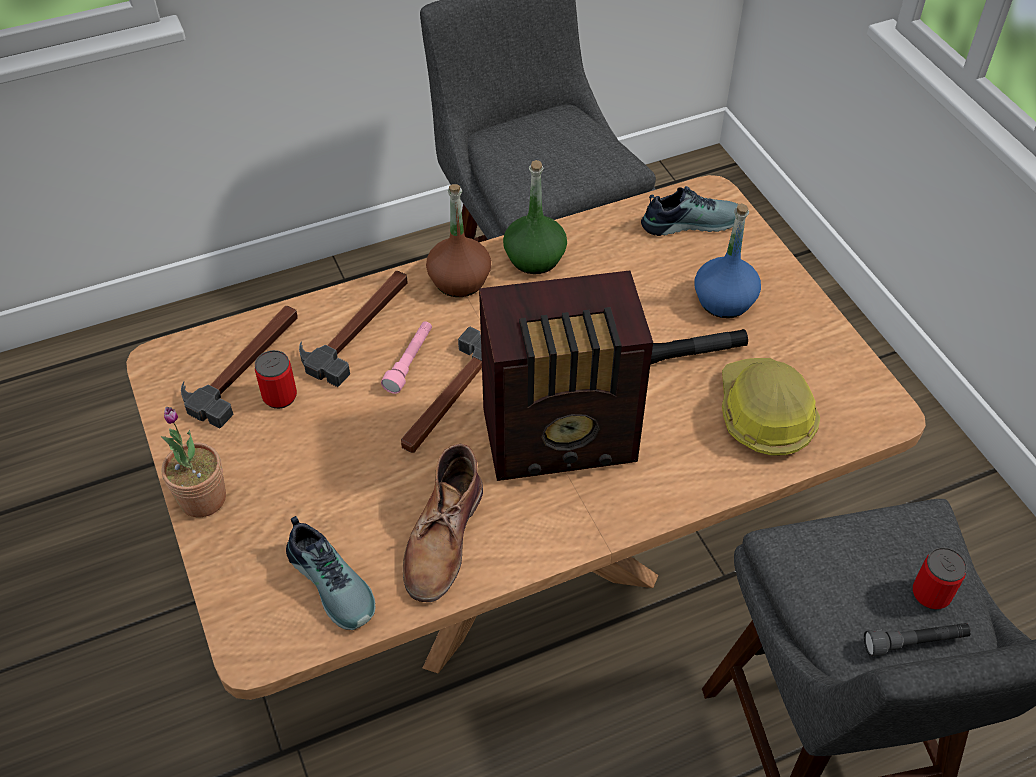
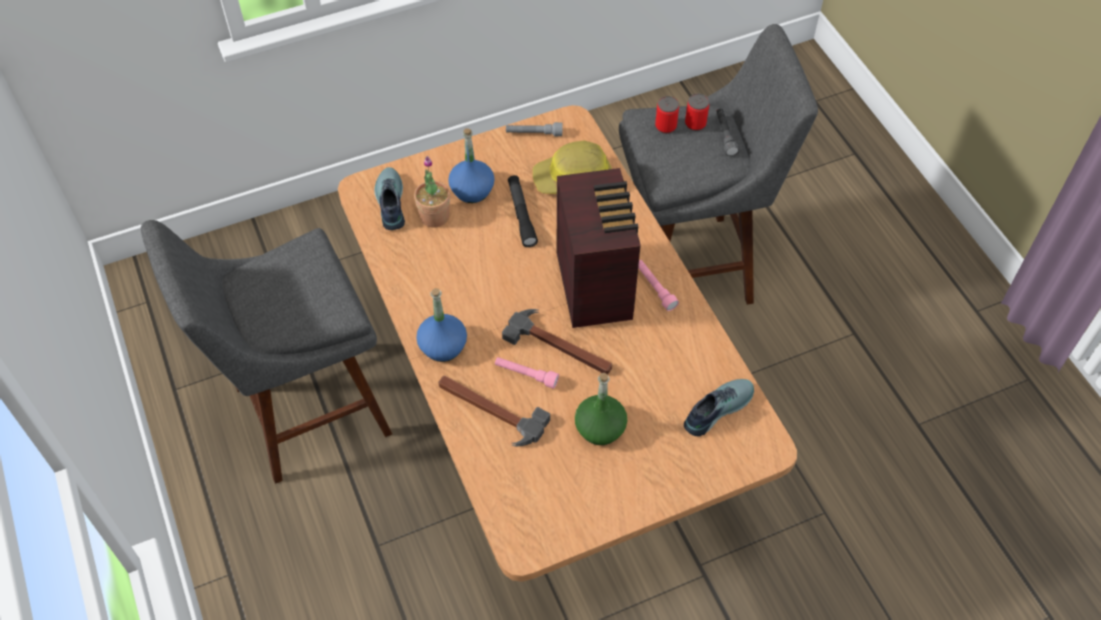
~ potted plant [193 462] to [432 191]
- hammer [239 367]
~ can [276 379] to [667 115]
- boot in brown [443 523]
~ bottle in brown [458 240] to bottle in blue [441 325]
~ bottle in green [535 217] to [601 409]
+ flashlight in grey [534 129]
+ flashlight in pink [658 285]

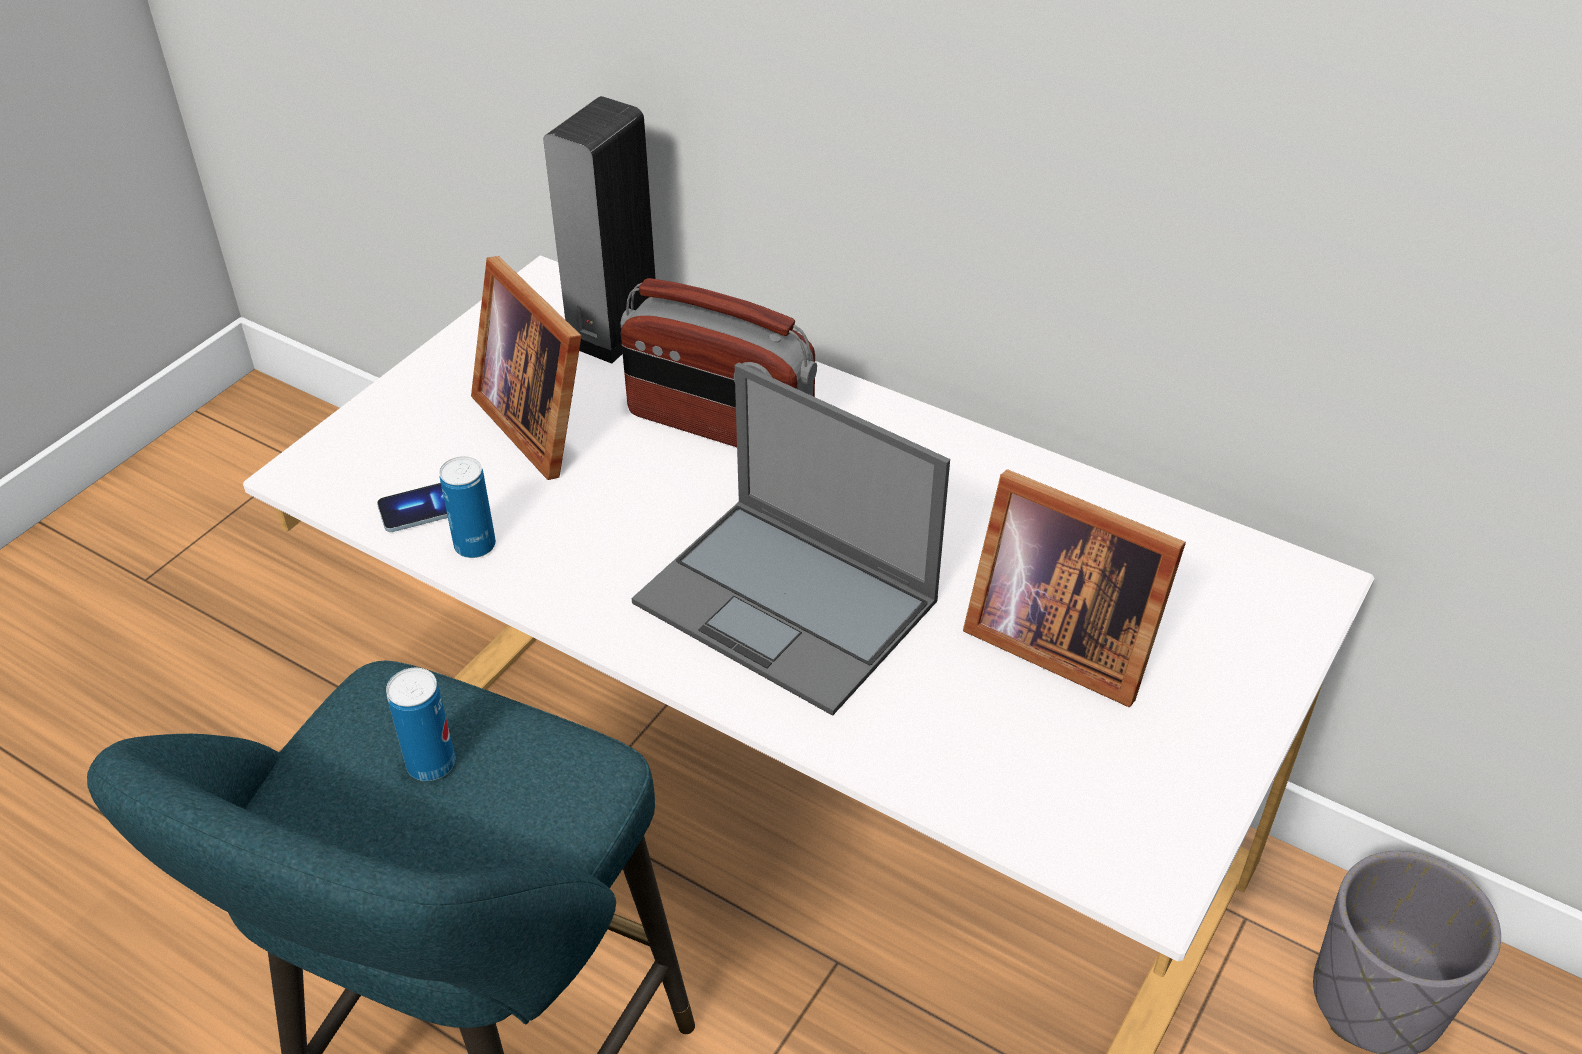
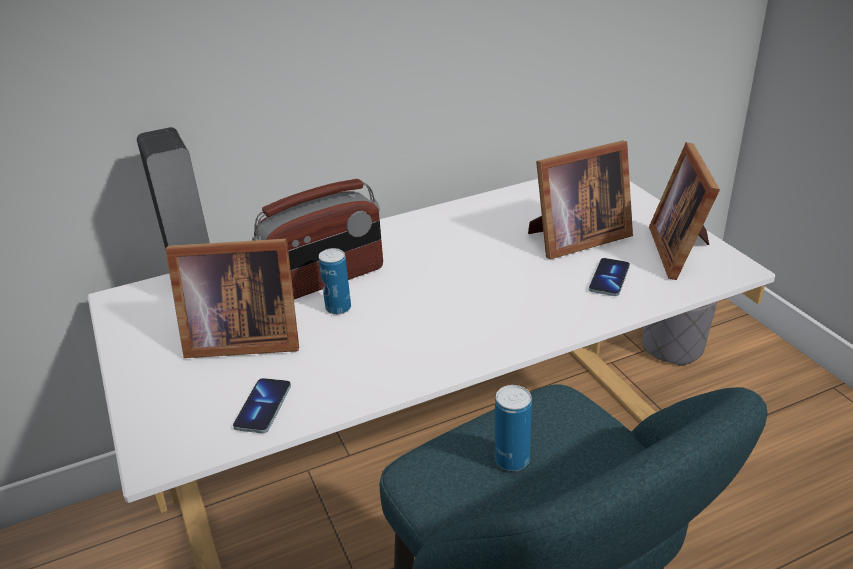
~ can [467 507] to [335 281]
- laptop [791 539]
+ phone [609 277]
+ picture frame [684 211]

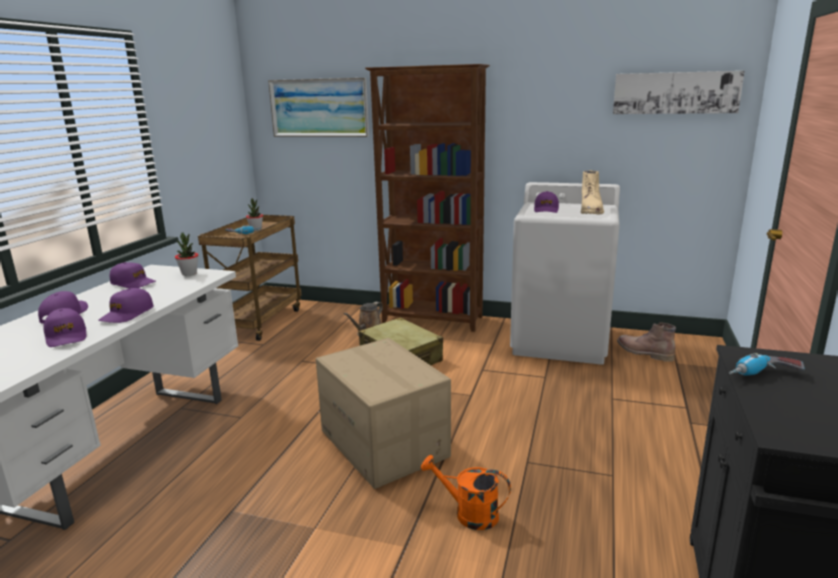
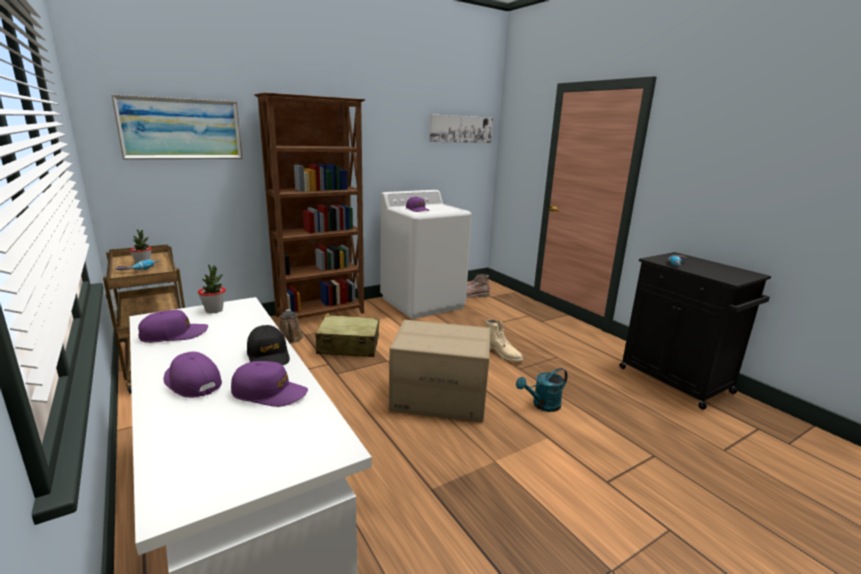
~ cap in purple [125 305] to cap in black [268 345]
~ watering can in orange [466 492] to watering can in turquoise [542 390]
~ boot in beige [592 192] to [505 340]

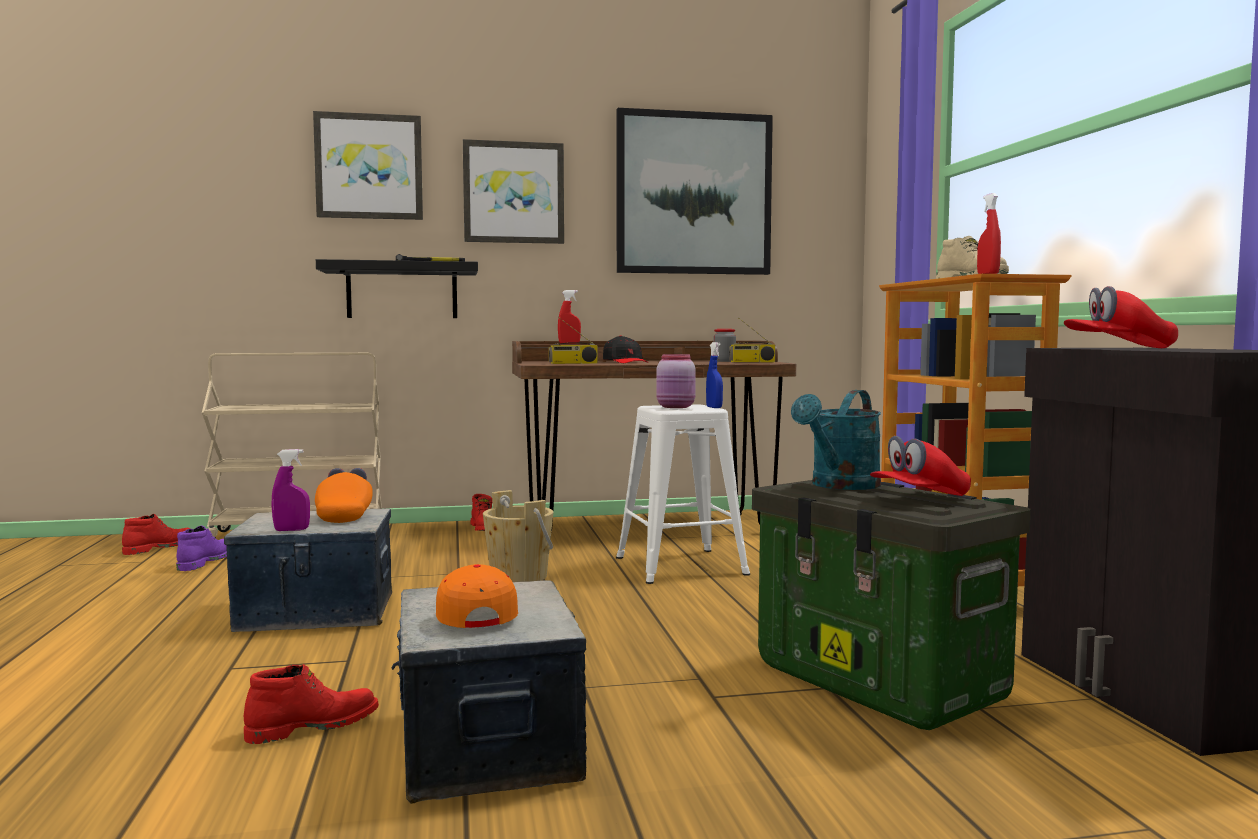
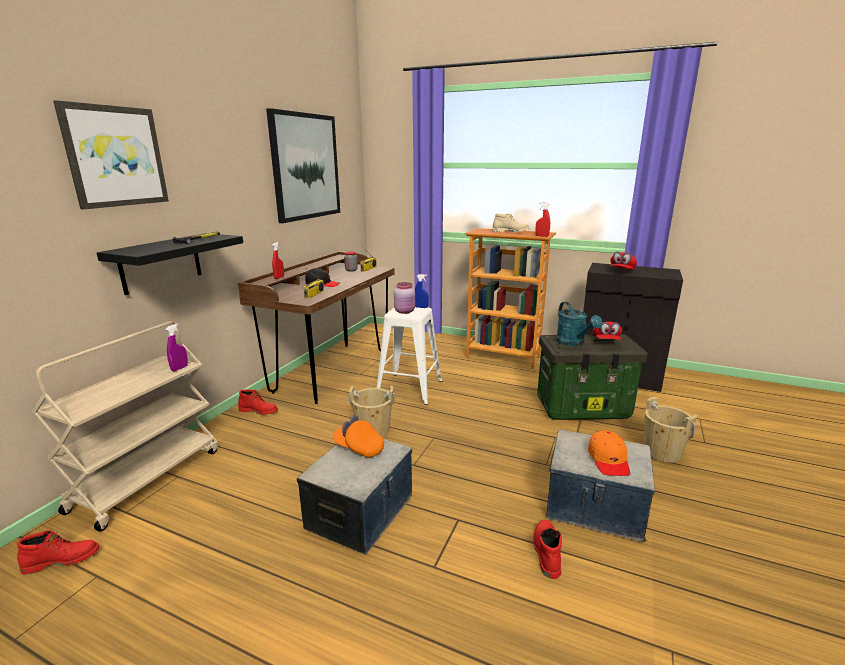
~ boot in red [156 534] = [58 552] 90 degrees clockwise
- boot in purple [201 548]
~ spray bottle in purple [291 490] to [176 347]
~ cap in orange [477 596] = [609 453] 105 degrees counterclockwise
- picture [513 191]
+ bucket in beige [671 429]

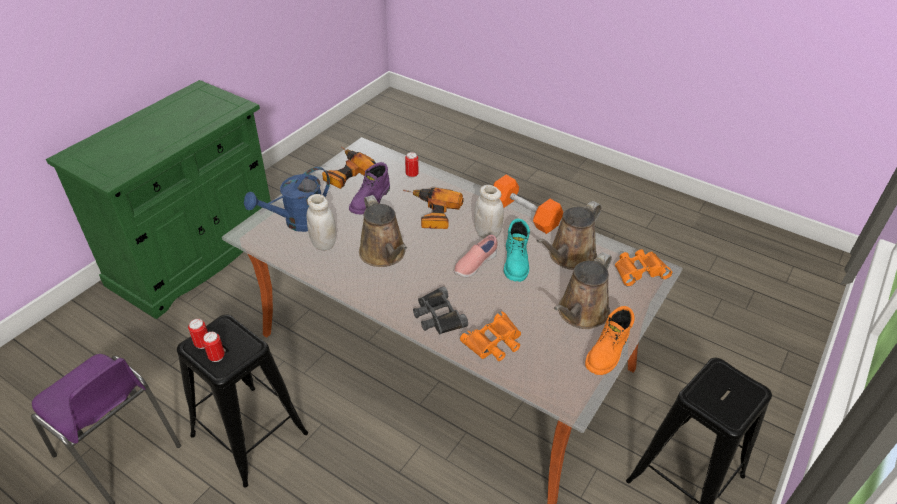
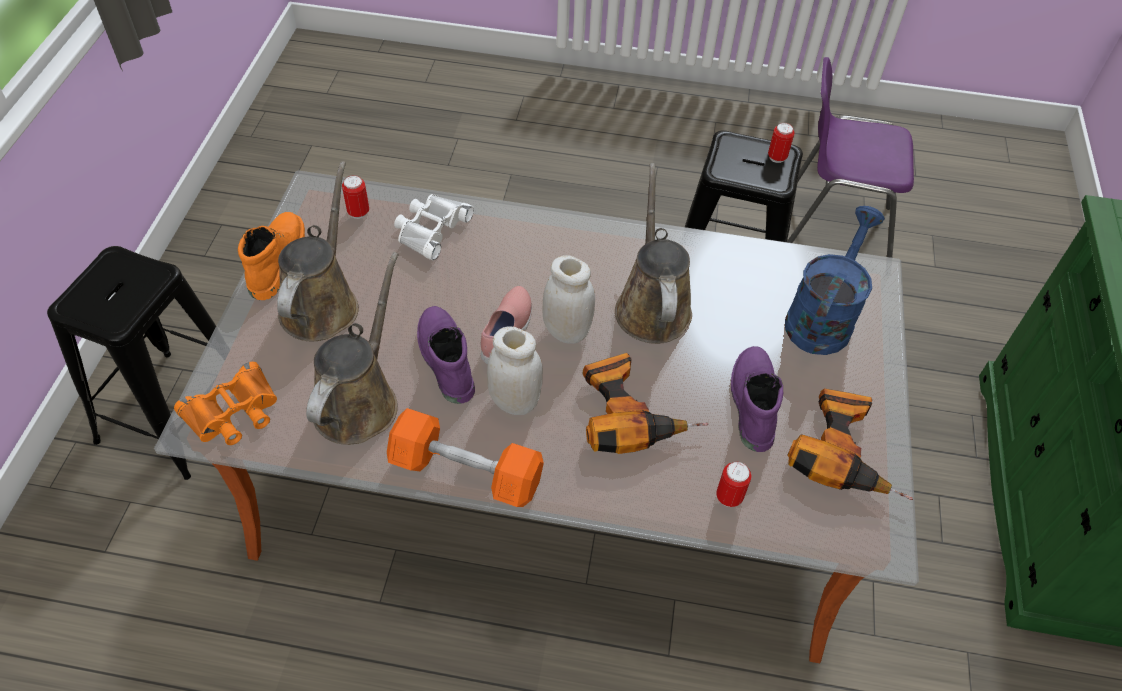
~ can [213 347] to [355 197]
~ jar in white [321 222] to [569 299]
~ watering can in brown [383 231] = [653 253] 45 degrees clockwise
- binoculars in black [440 310]
~ binoculars in orange [490 336] to binoculars in white [434 227]
~ boot in turquoise [517 250] to boot in purple [446 355]

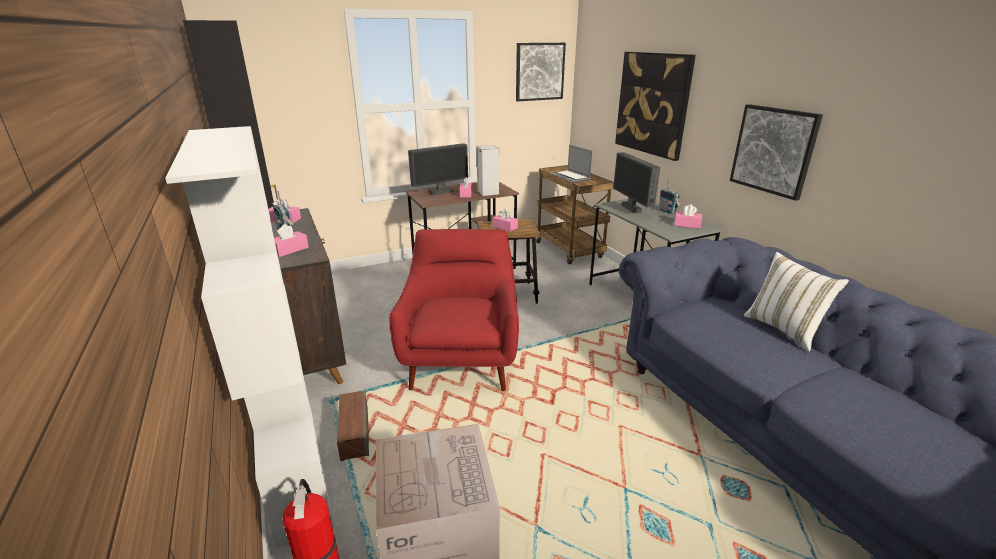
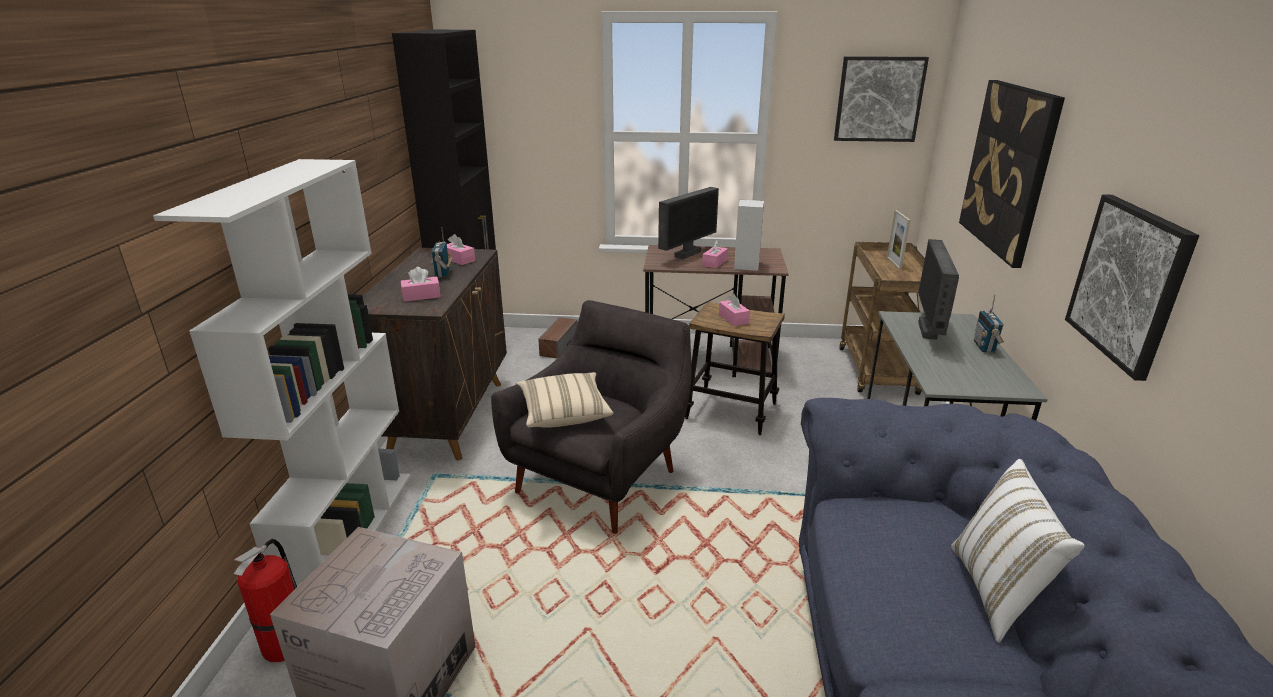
~ speaker [353 425] to [558 337]
~ armchair in red [454 310] to armchair in grey [591 417]
~ monitor [438 169] = [688 223] 45 degrees counterclockwise
~ laptop [572 164] to picture frame [898 240]
- tissue box in pink [688 216]
+ pillow in beige [565 400]

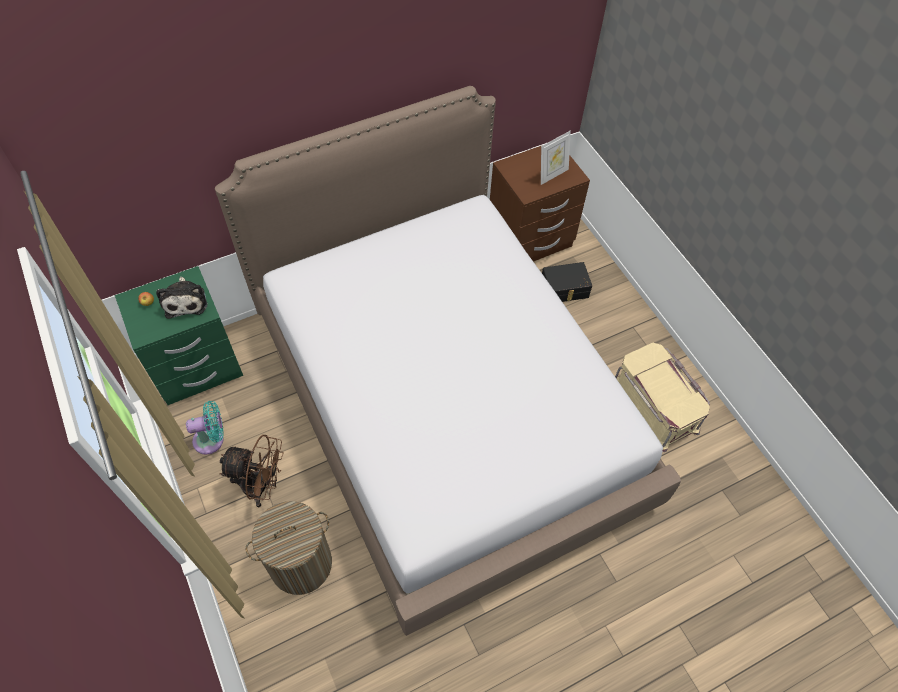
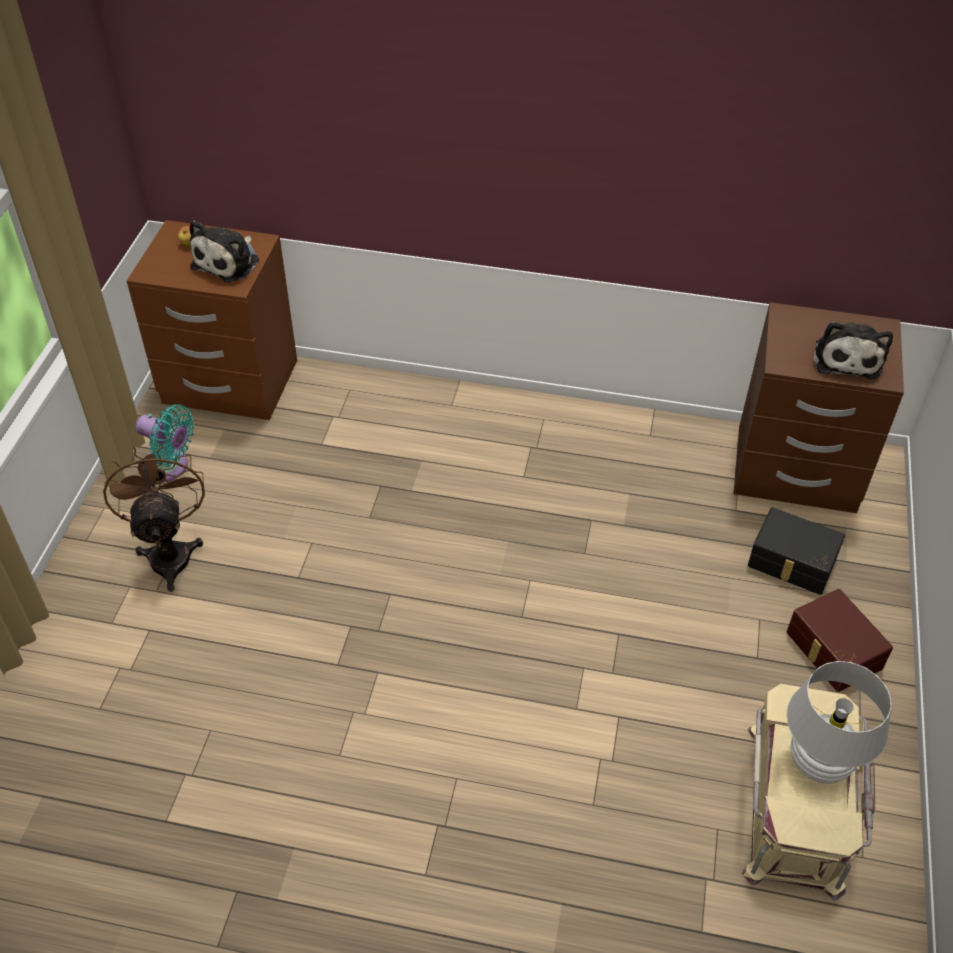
~ nightstand in green [179 335] to nightstand in brown [212 320]
- bed [448 361]
~ fan in brown [251 471] = [154 518] 150 degrees counterclockwise
- laundry basket [288 548]
~ picture frame [556 158] to plush toy [853 350]
+ storage box in brown [840 640]
+ table lamp in white [839 722]

